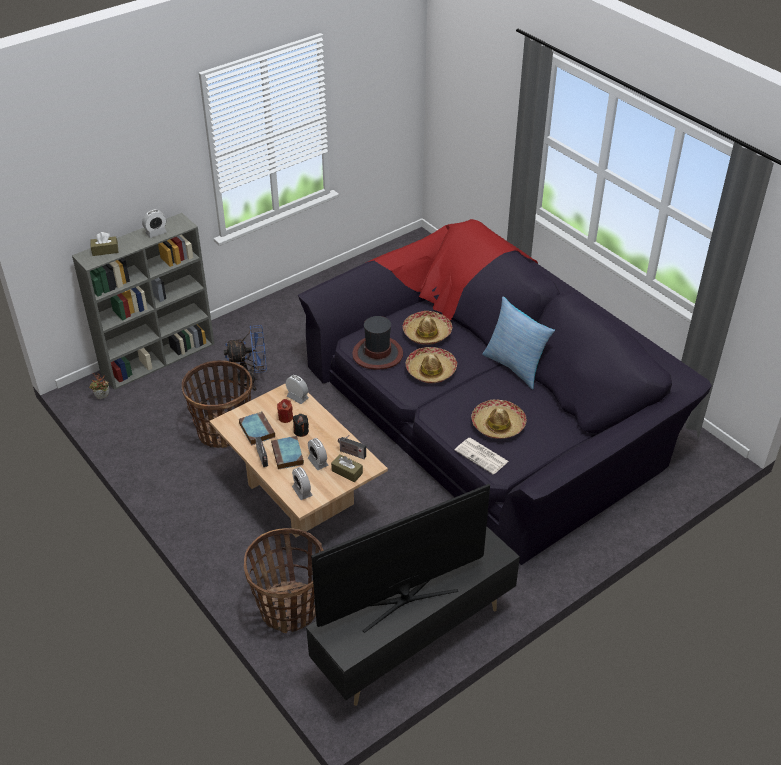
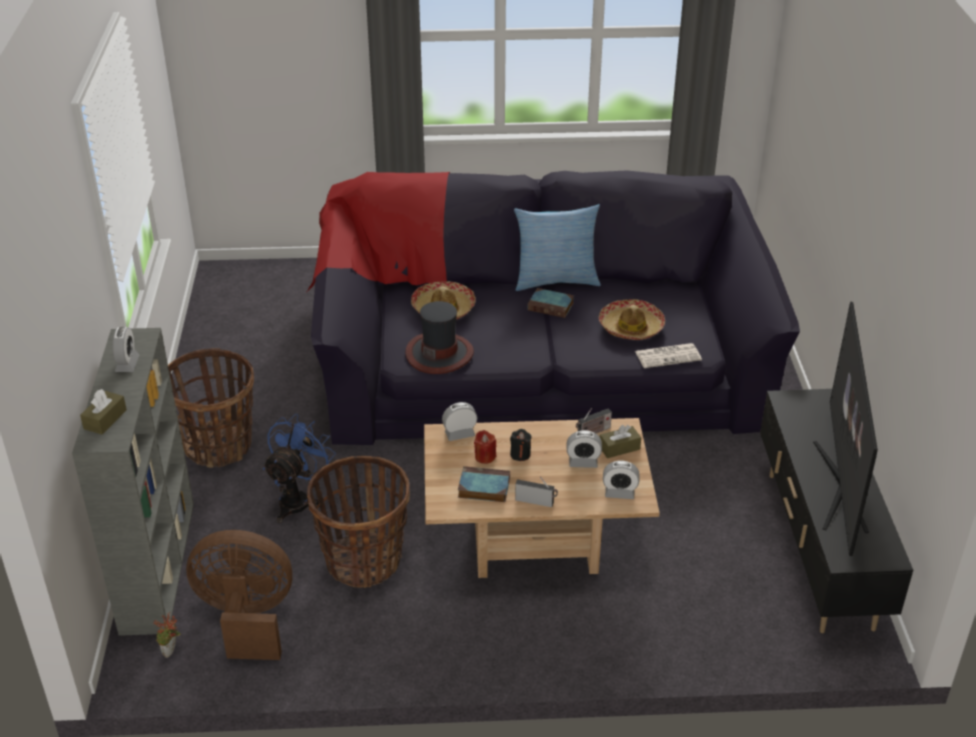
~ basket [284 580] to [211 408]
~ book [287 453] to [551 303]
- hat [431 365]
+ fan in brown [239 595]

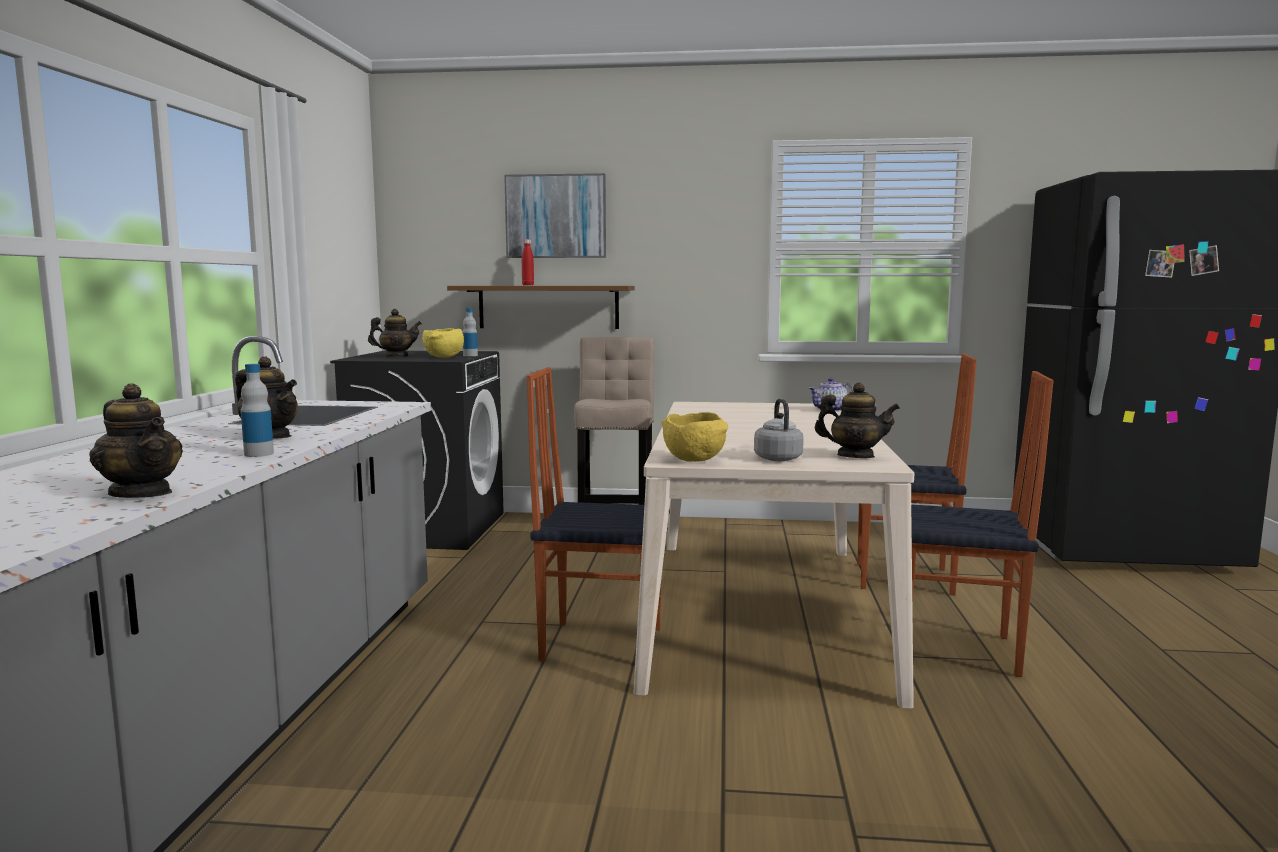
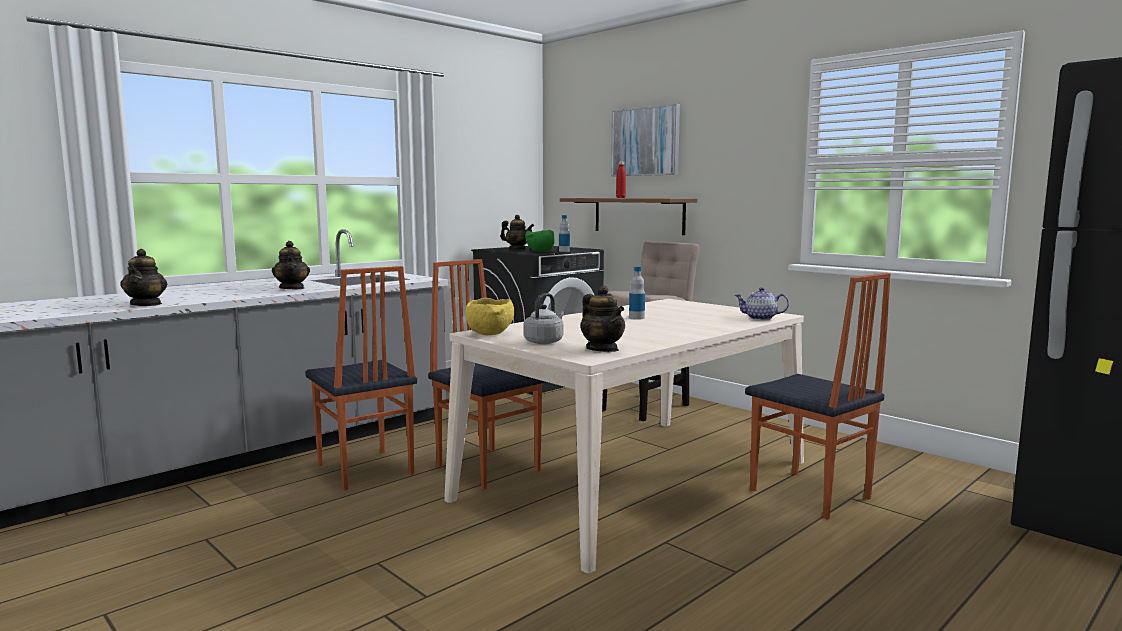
~ bottle [257 410] to [637 293]
~ bowl in yellow [443 343] to bowl in green [540 241]
~ chair [982 524] to [361 378]

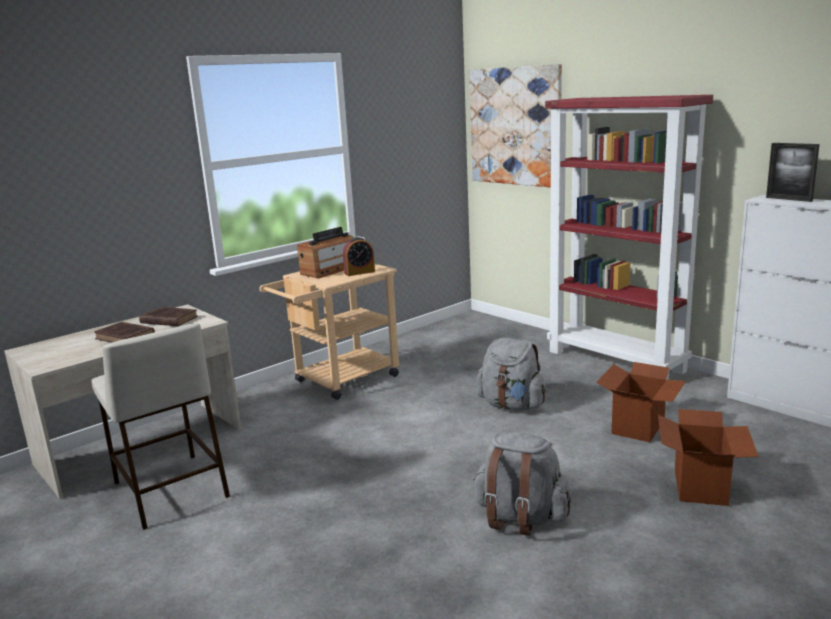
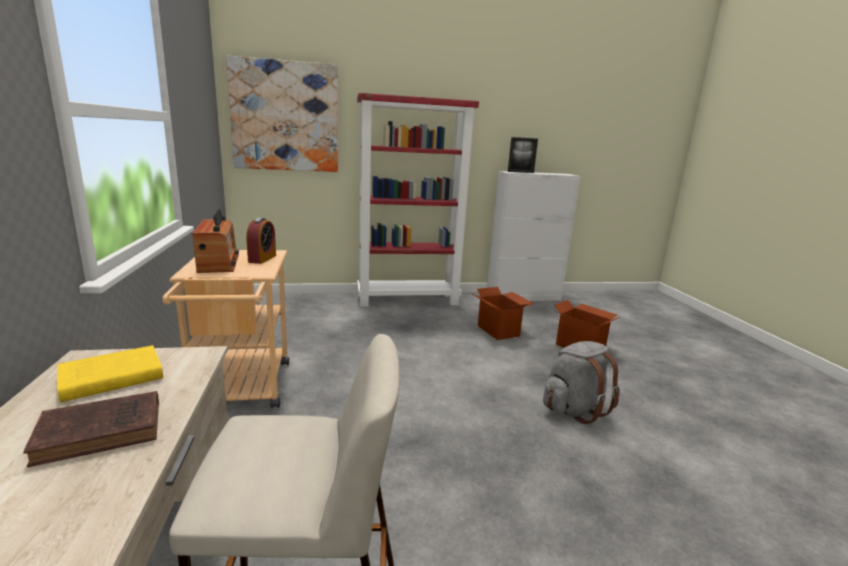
~ book in brown [168 316] to book in yellow [110 373]
- backpack in grey [511 374]

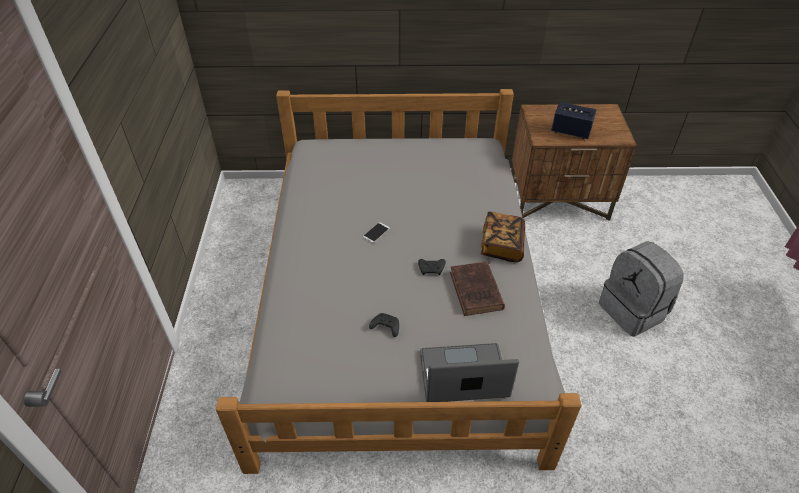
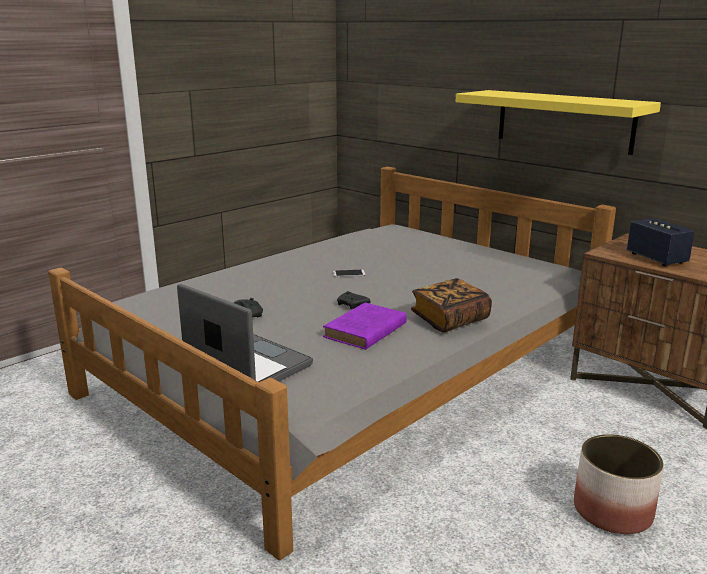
~ book in brown [477 288] to book in purple [365 326]
~ backpack in grey [641 288] to planter [619 484]
+ shelf in yellow [558 122]

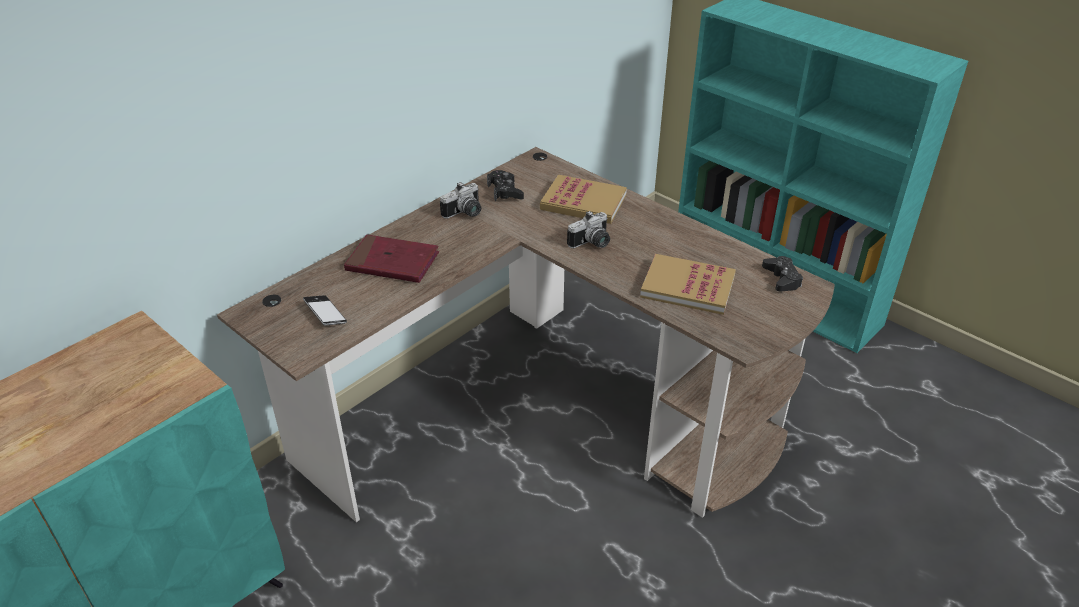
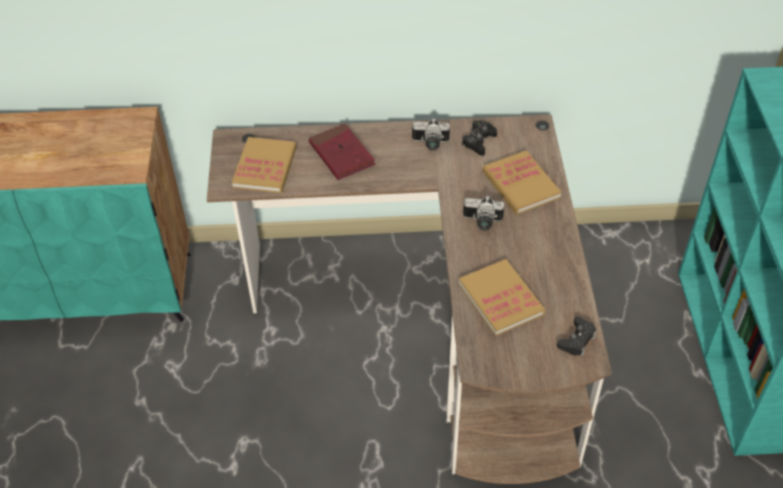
~ phone [325 310] to book [264 165]

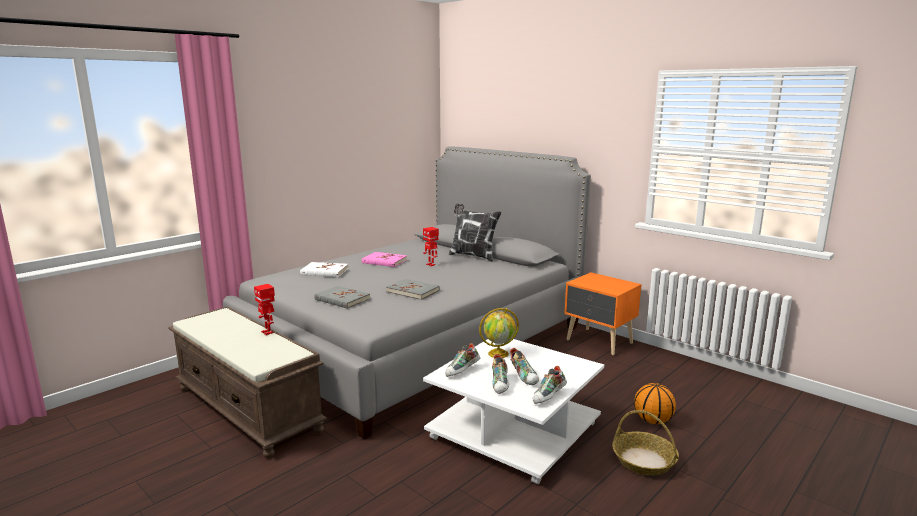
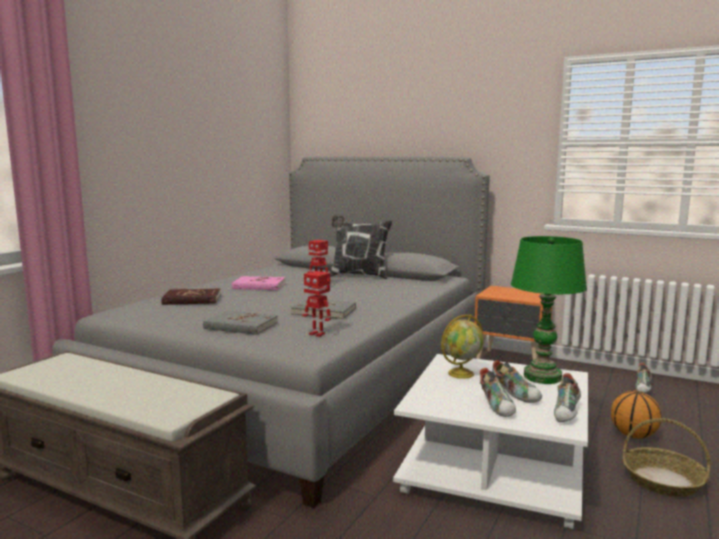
~ toy robot [264 309] to [316 304]
~ book in white [324 269] to book in red [191 296]
~ shoe [462 360] to [643 378]
+ table lamp in green [549 310]

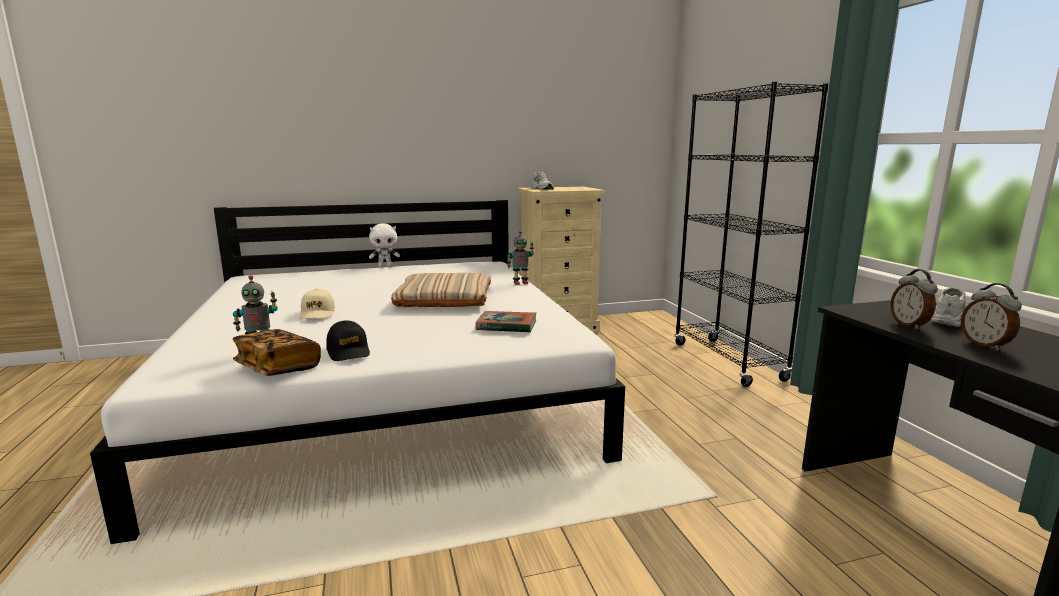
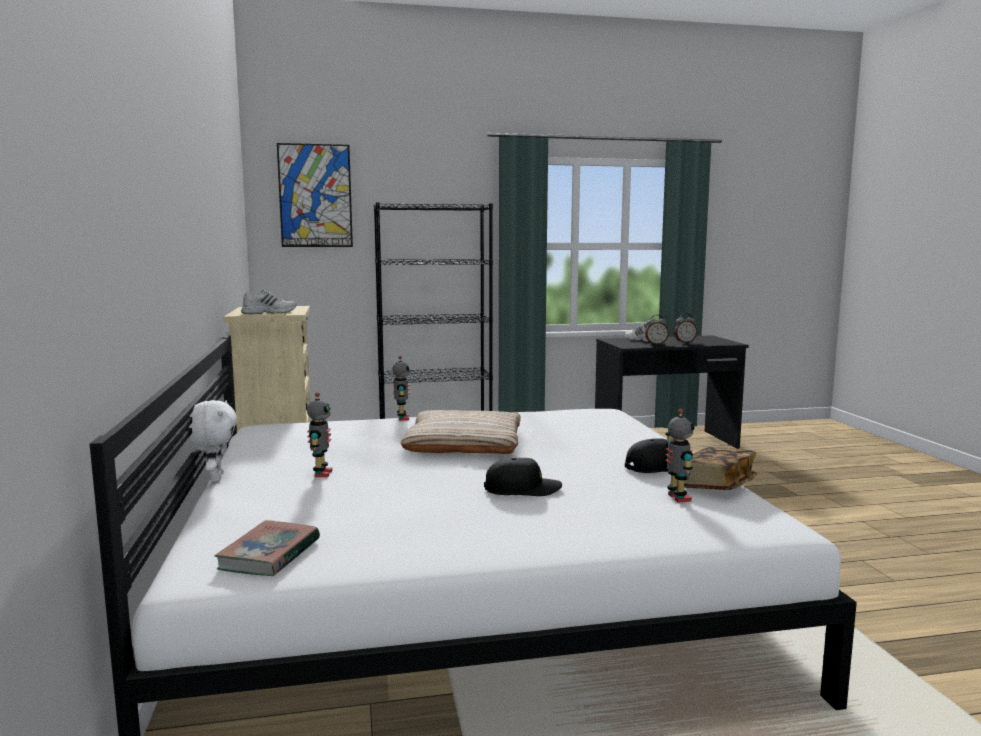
~ cap in beige [317 304] to cap in black [523 477]
~ book [505 322] to [267 548]
+ picture [315 195]
+ toy robot [319 434]

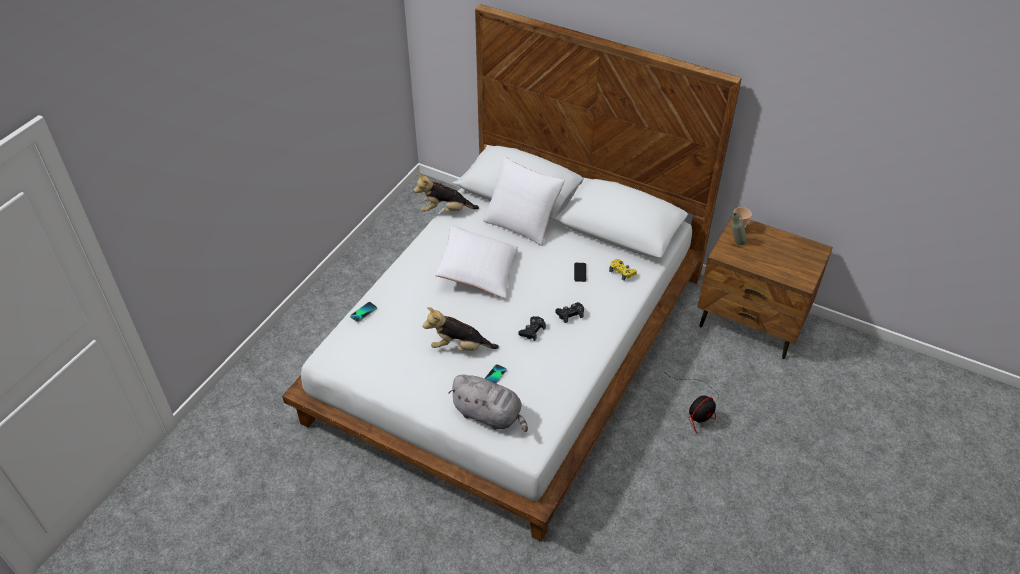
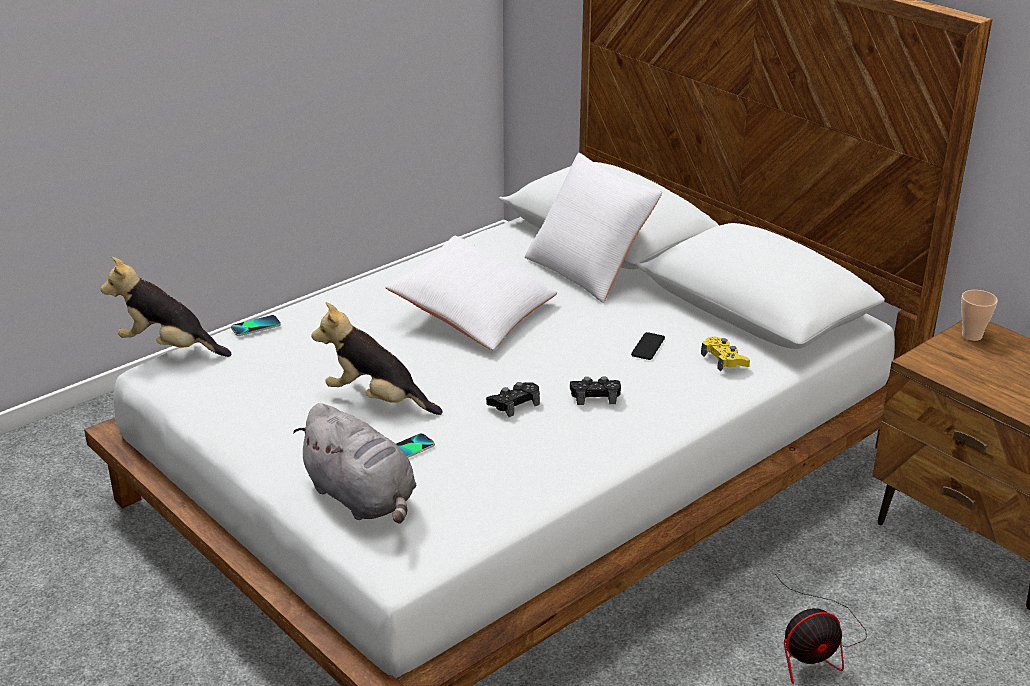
~ plush toy [446 193] to [166 307]
- bottle in grey [739 229]

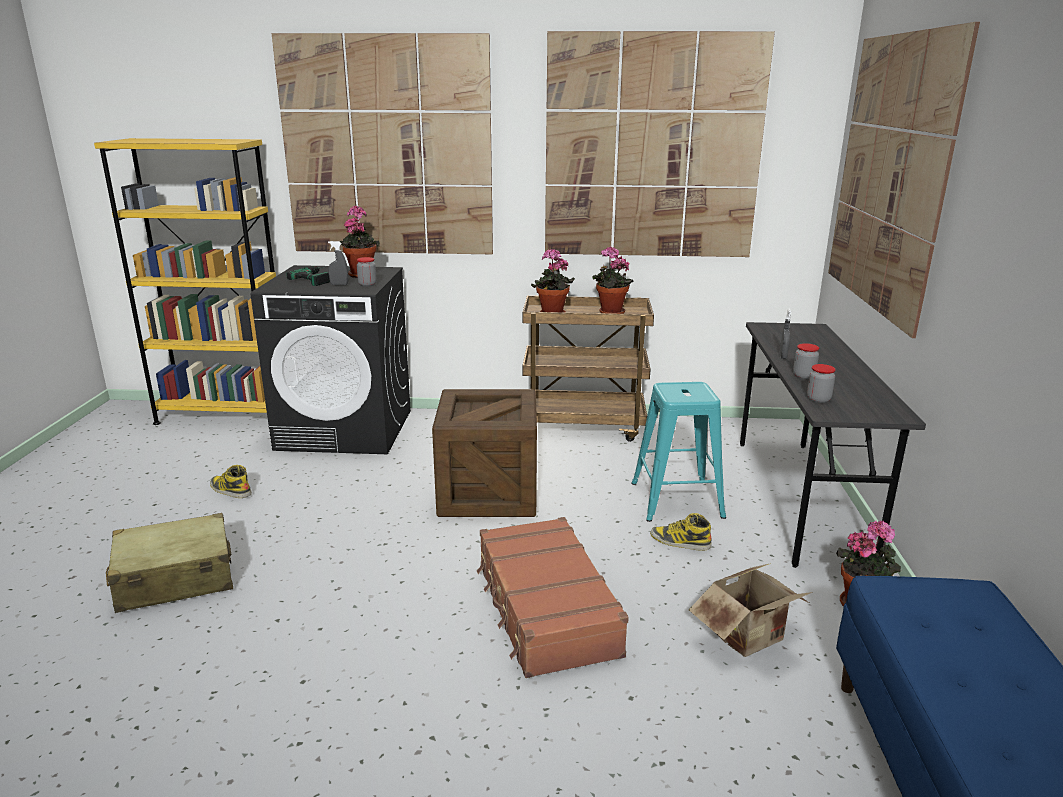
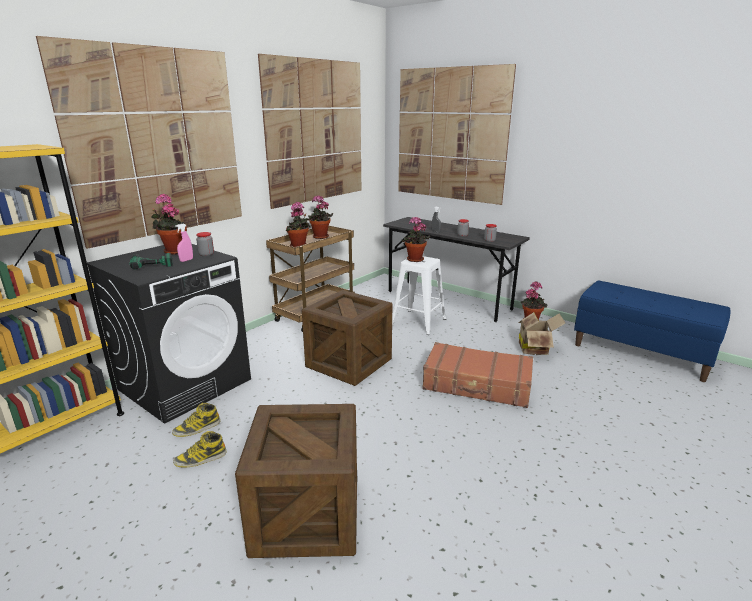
~ suitcase in beige [169 563] to crate [296 481]
~ spray bottle in grey [338 263] to spray bottle in pink [184 243]
~ stool in turquoise [678 452] to stool in white [419 295]
~ boot [681 532] to [196 420]
+ potted plant [415 239]

